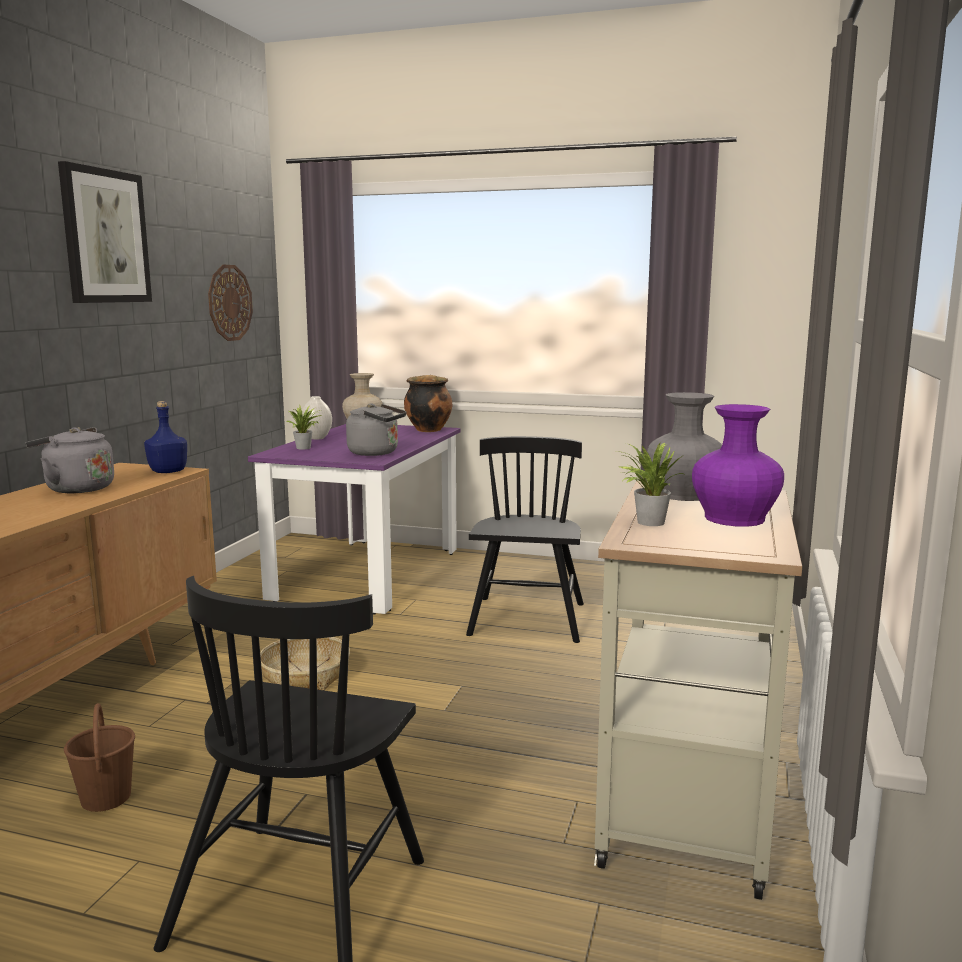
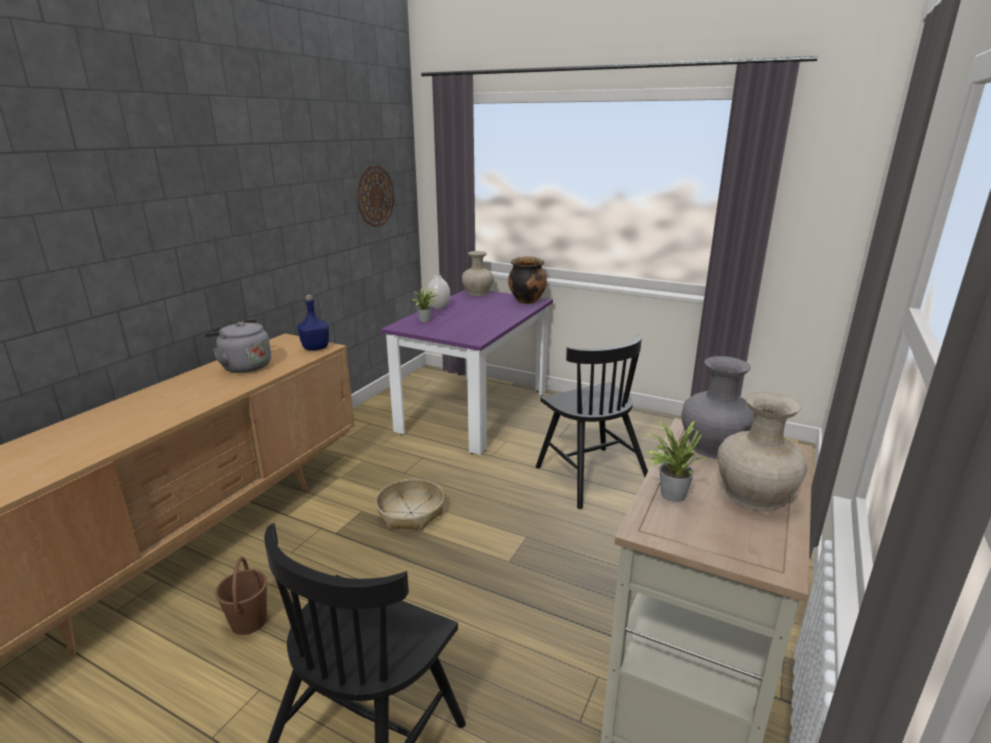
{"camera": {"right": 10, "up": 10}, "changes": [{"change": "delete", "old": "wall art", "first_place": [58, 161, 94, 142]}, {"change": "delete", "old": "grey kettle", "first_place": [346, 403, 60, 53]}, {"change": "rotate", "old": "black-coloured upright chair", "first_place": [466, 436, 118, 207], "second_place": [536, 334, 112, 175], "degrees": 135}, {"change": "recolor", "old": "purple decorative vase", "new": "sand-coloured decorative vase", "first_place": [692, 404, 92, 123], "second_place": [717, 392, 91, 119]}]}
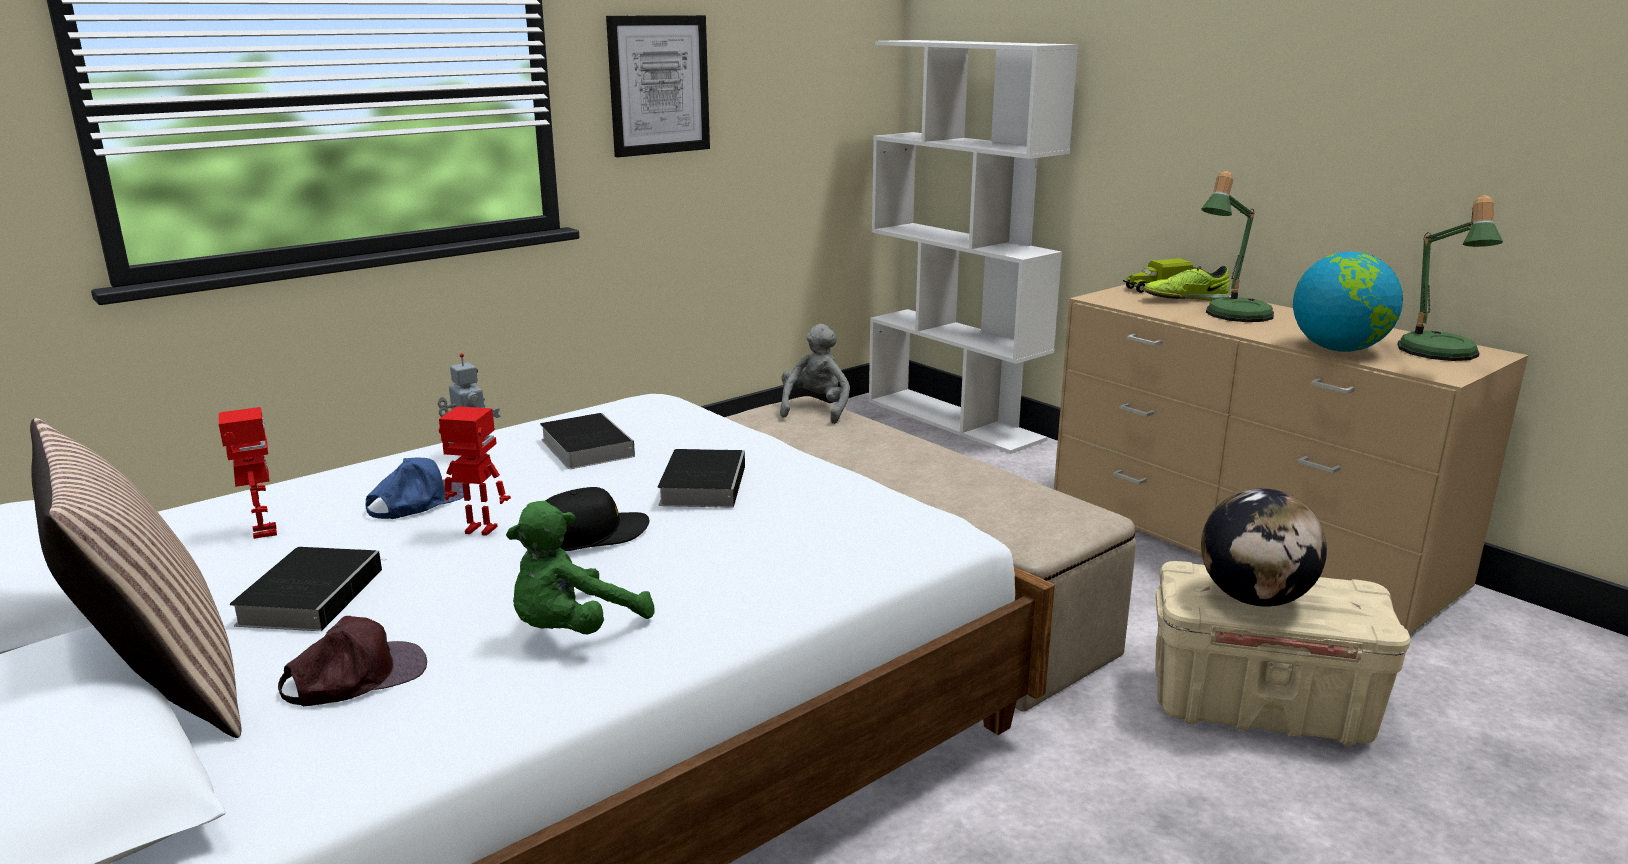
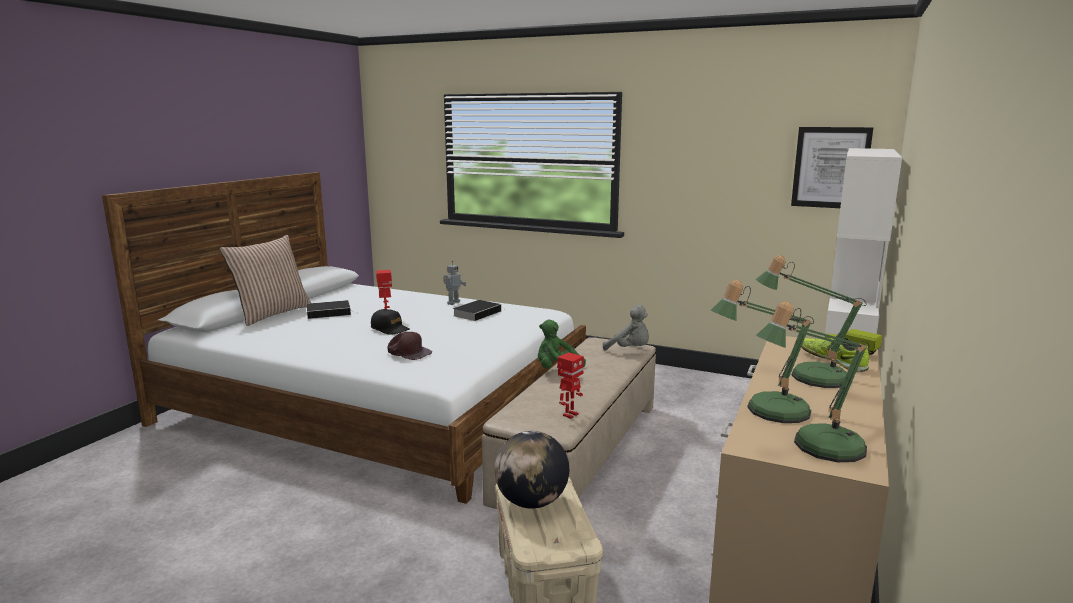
{"camera": {"right": 65, "up": -5}, "changes": [{"change": "move", "old": "toy robot", "first_place": [219, 407, 58, 132], "second_place": [557, 352, 27, 67]}, {"change": "move", "old": "brown cap", "first_place": [278, 616, 149, 90], "second_place": [387, 331, 45, 29]}, {"change": "delete", "old": "blue-coloured cap", "first_place": [365, 457, 99, 62]}, {"change": "move", "old": "greenish cuddly toy", "first_place": [506, 501, 148, 133], "second_place": [538, 320, 48, 57]}, {"change": "move", "old": "wall art", "first_place": [606, 15, 104, 142], "second_place": [791, 127, 82, 81]}, {"change": "delete", "old": "book", "first_place": [657, 449, 88, 59]}, {"change": "rotate", "old": "grey cuddly toy", "first_place": [780, 324, 70, 100], "second_place": [603, 305, 46, 46], "degrees": 45}, {"change": "replace", "old": "globe", "new": "table lamp", "first_place": [1293, 252, 110, 100], "second_place": [711, 280, 103, 143]}]}
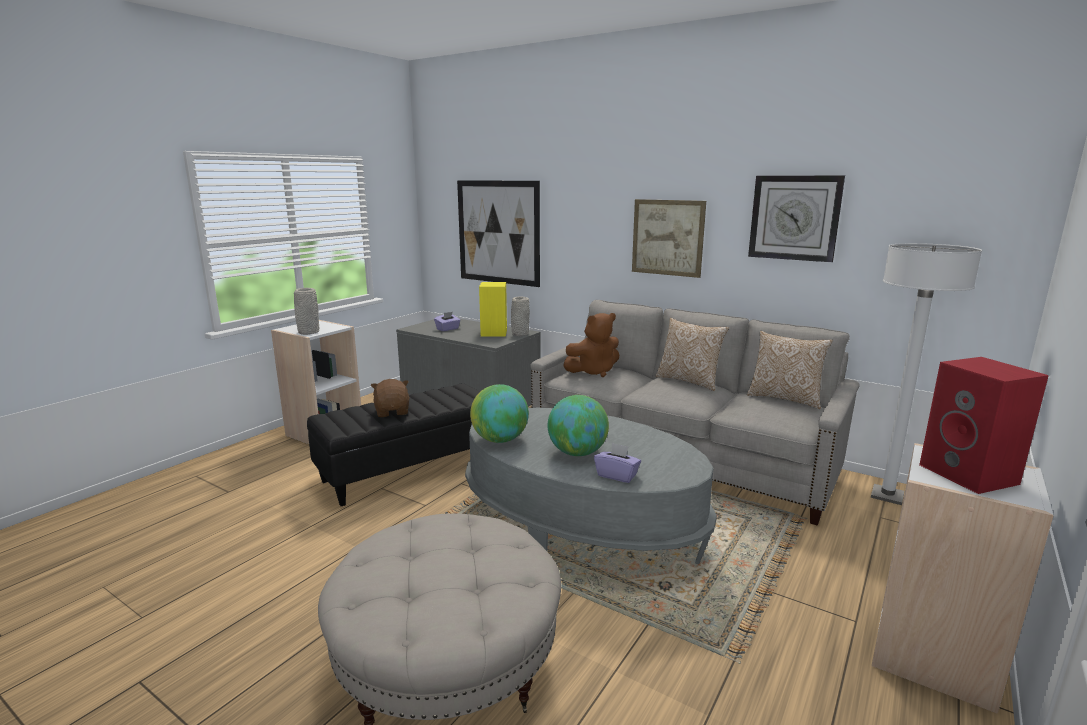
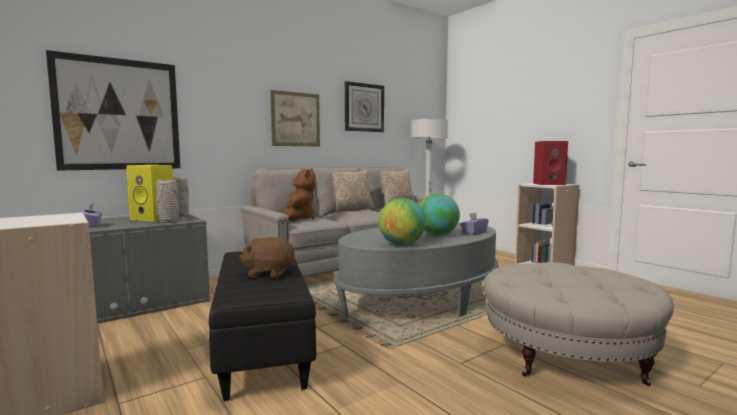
{"camera": {"right": -70, "up": -10}, "changes": [{"change": "move", "old": "grey decorative vase", "first_place": [294, 288, 25, 47], "second_place": [156, 180, 23, 43]}]}
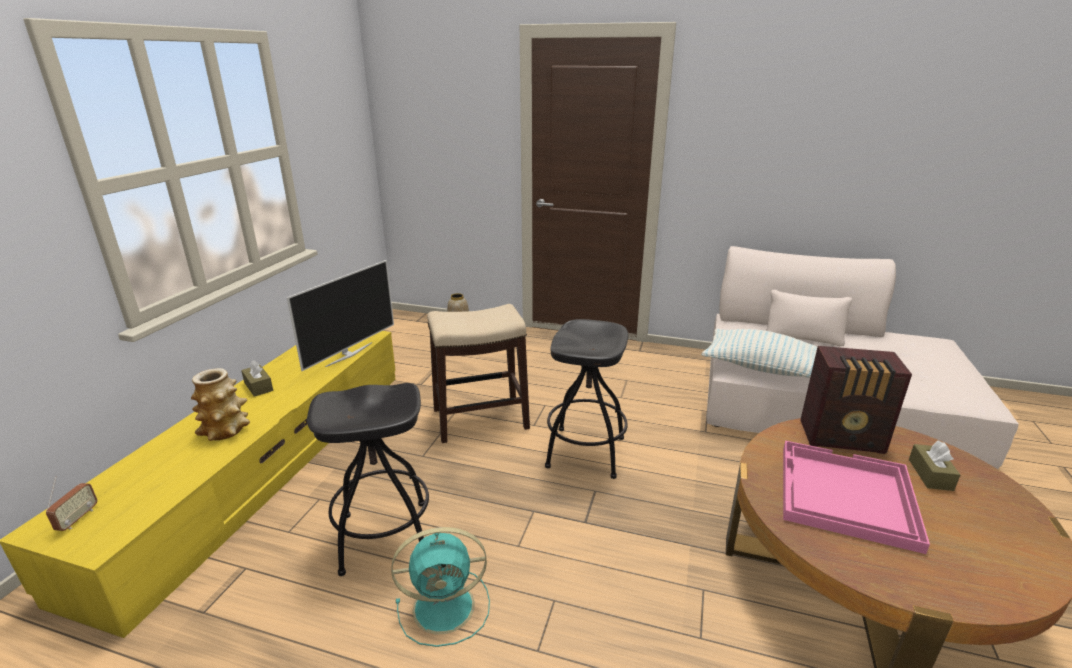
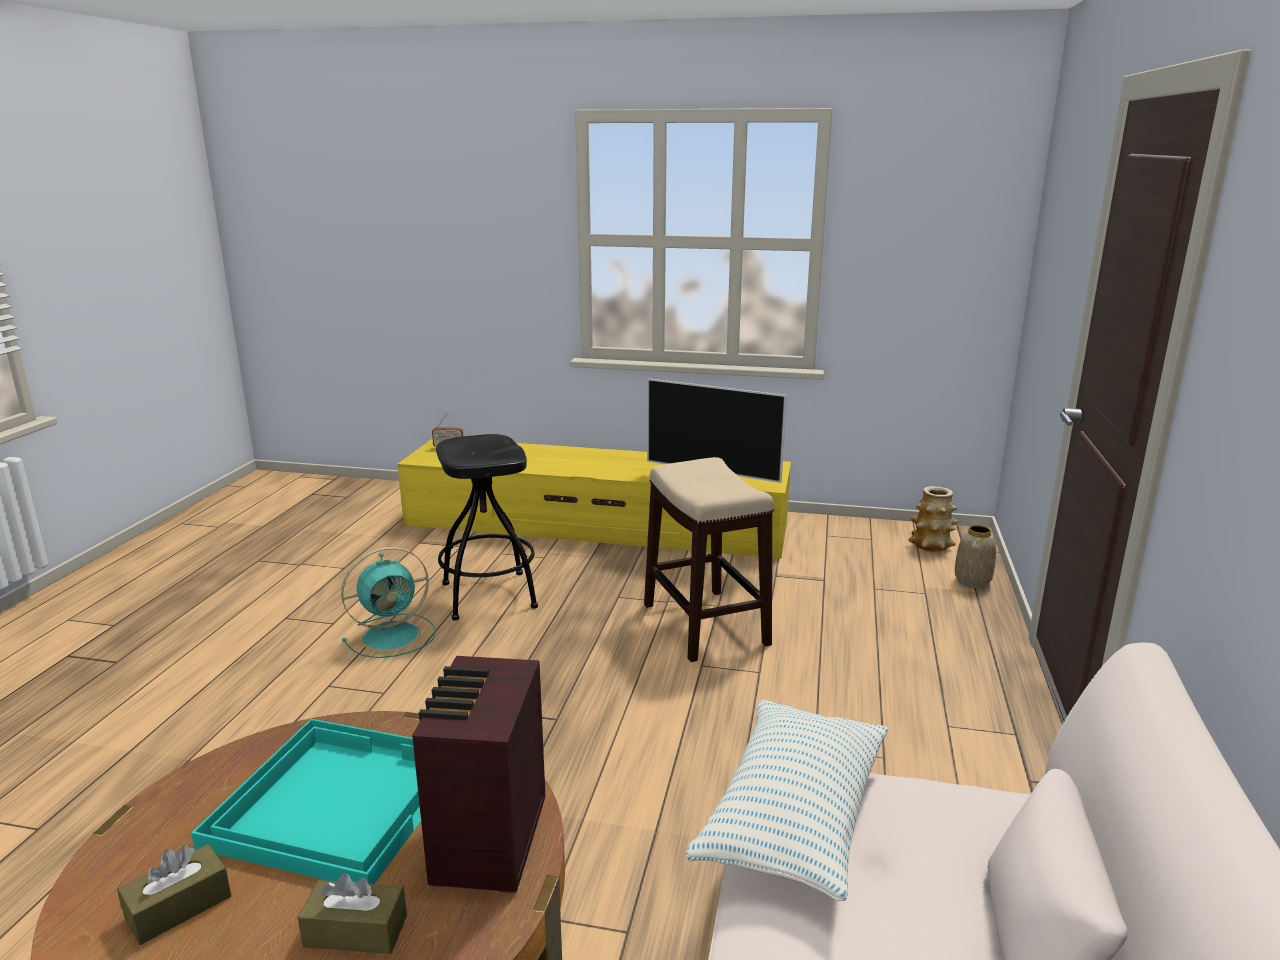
{"camera": {"right": 85, "up": -5}, "changes": [{"change": "move", "old": "decorative vase", "first_place": [191, 368, 59, 73], "second_place": [909, 486, 49, 66]}, {"change": "move", "old": "brown tissue holder", "first_place": [241, 360, 32, 37], "second_place": [117, 844, 115, 101]}, {"change": "rotate", "old": "blue-green cooling fan", "first_place": [391, 527, 99, 120], "second_place": [341, 547, 95, 111], "degrees": -105}, {"change": "delete", "old": "black-coloured stool", "first_place": [545, 319, 83, 160]}, {"change": "recolor", "old": "pinkish carrying tray", "new": "blue-green carrying tray", "first_place": [783, 441, 147, 113], "second_place": [191, 719, 230, 165]}]}
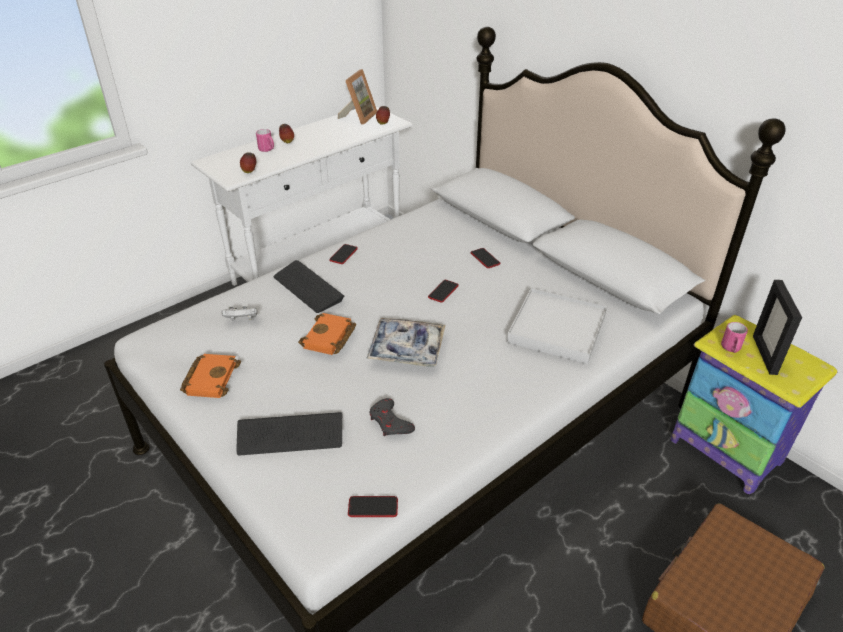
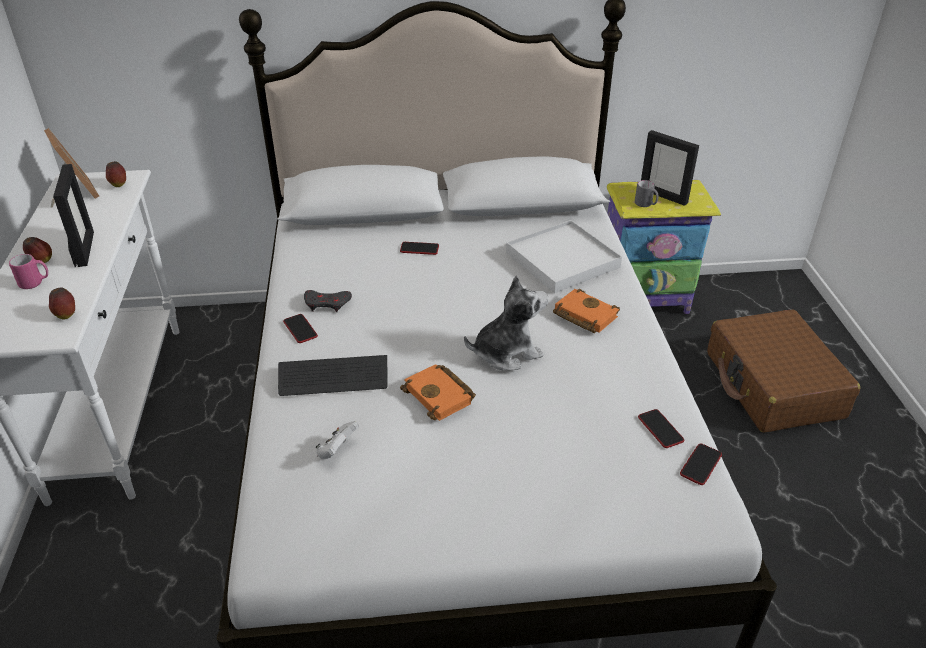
{"camera": {"right": -55, "up": 0}, "changes": [{"change": "move", "old": "orange-coloured book", "first_place": [180, 354, 61, 44], "second_place": [553, 289, 67, 44]}, {"change": "delete", "old": "PC keyboard", "first_place": [237, 412, 105, 44]}, {"change": "replace", "old": "carrying tray", "new": "cuddly toy", "first_place": [366, 318, 79, 49], "second_place": [464, 275, 85, 95]}, {"change": "move", "old": "grey joypad", "first_place": [369, 398, 46, 38], "second_place": [304, 290, 48, 22]}, {"change": "move", "old": "handset", "first_place": [428, 280, 31, 23], "second_place": [638, 409, 46, 39]}, {"change": "recolor", "old": "pinkish coffee mug", "new": "grey coffee mug", "first_place": [721, 322, 27, 31], "second_place": [635, 180, 24, 27]}, {"change": "insert", "new": "picture frame", "second_place": [53, 164, 41, 103]}]}
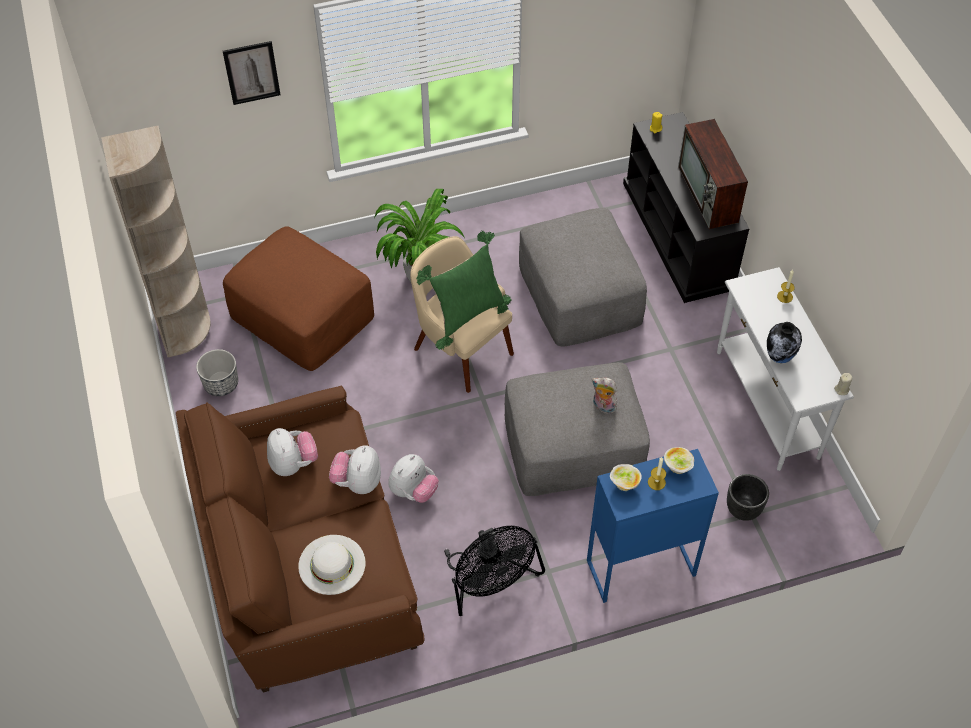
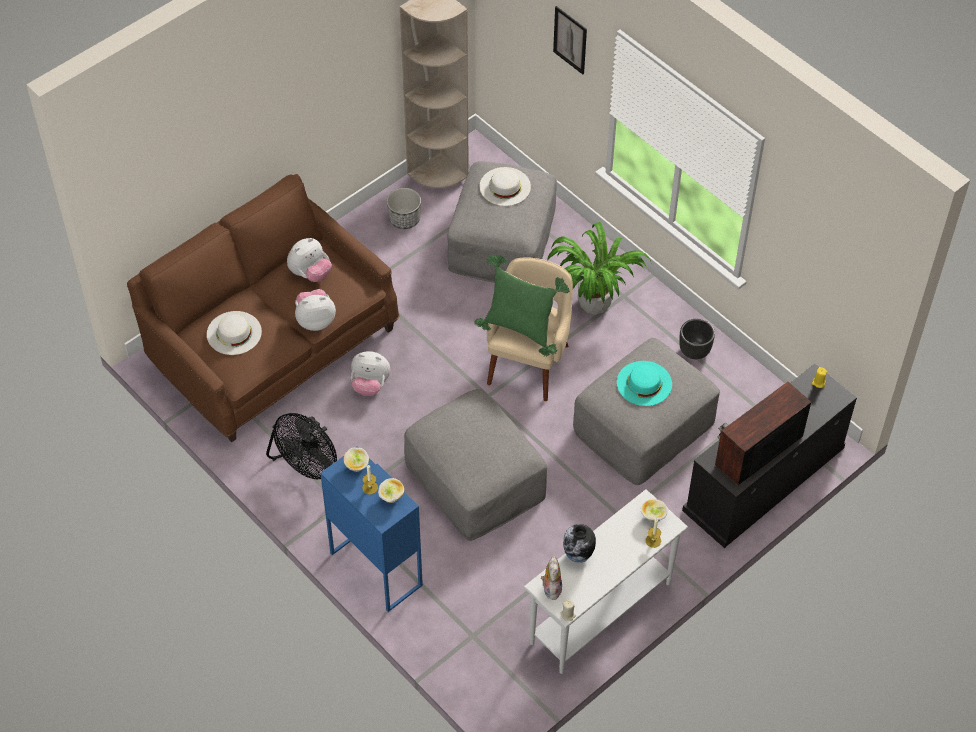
{"camera": {"right": 65, "up": 0}, "changes": [{"change": "recolor", "old": "brown pouffe", "new": "grey pouffe", "first_place": [223, 226, 151, 145], "second_place": [448, 161, 109, 122]}, {"change": "move", "old": "cuddly toy", "first_place": [592, 377, 25, 37], "second_place": [541, 556, 21, 44]}, {"change": "move", "old": "black-coloured plant pot", "first_place": [727, 474, 42, 47], "second_place": [679, 319, 36, 40]}, {"change": "insert", "new": "white-coloured clothing hat", "second_place": [480, 167, 51, 39]}, {"change": "insert", "new": "blue-green clothing hat", "second_place": [617, 361, 55, 45]}, {"change": "insert", "new": "deep dish", "second_place": [641, 499, 27, 23]}]}
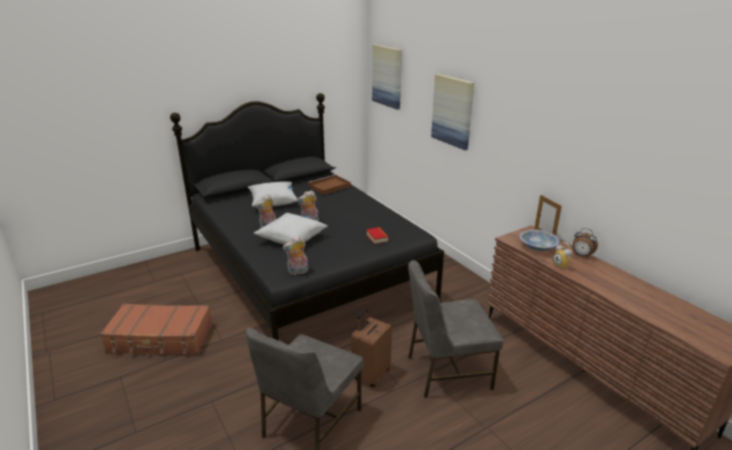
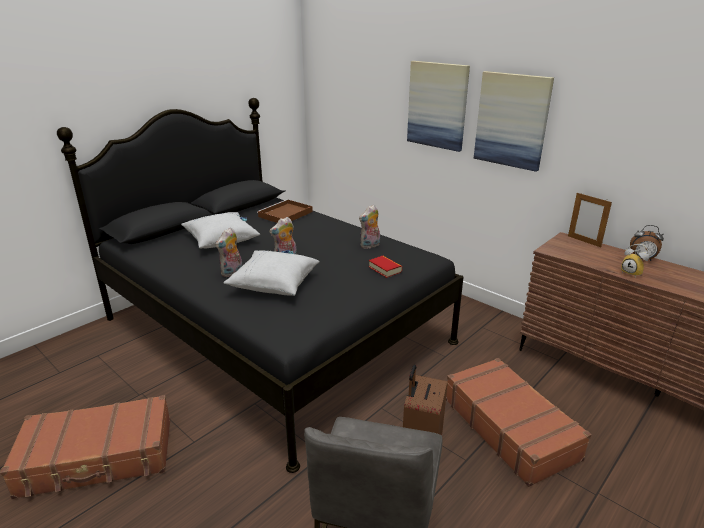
{"camera": {"right": -15, "up": 0}, "changes": [{"change": "move", "old": "cuddly toy", "first_place": [283, 236, 25, 39], "second_place": [359, 205, 21, 44]}, {"change": "move", "old": "wall art", "first_place": [372, 44, 30, 66], "second_place": [474, 71, 80, 101]}, {"change": "replace", "old": "grey upright chair", "new": "brown travel case", "first_place": [408, 260, 95, 138], "second_place": [446, 358, 145, 129]}, {"change": "delete", "old": "deep dish", "first_place": [520, 230, 40, 21]}]}
